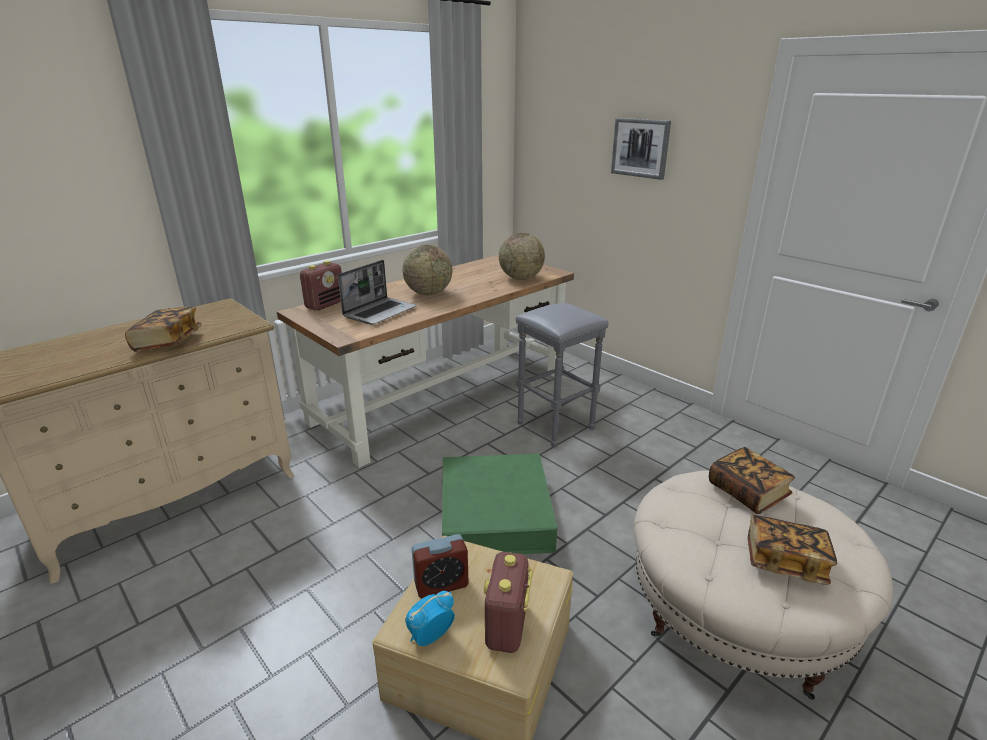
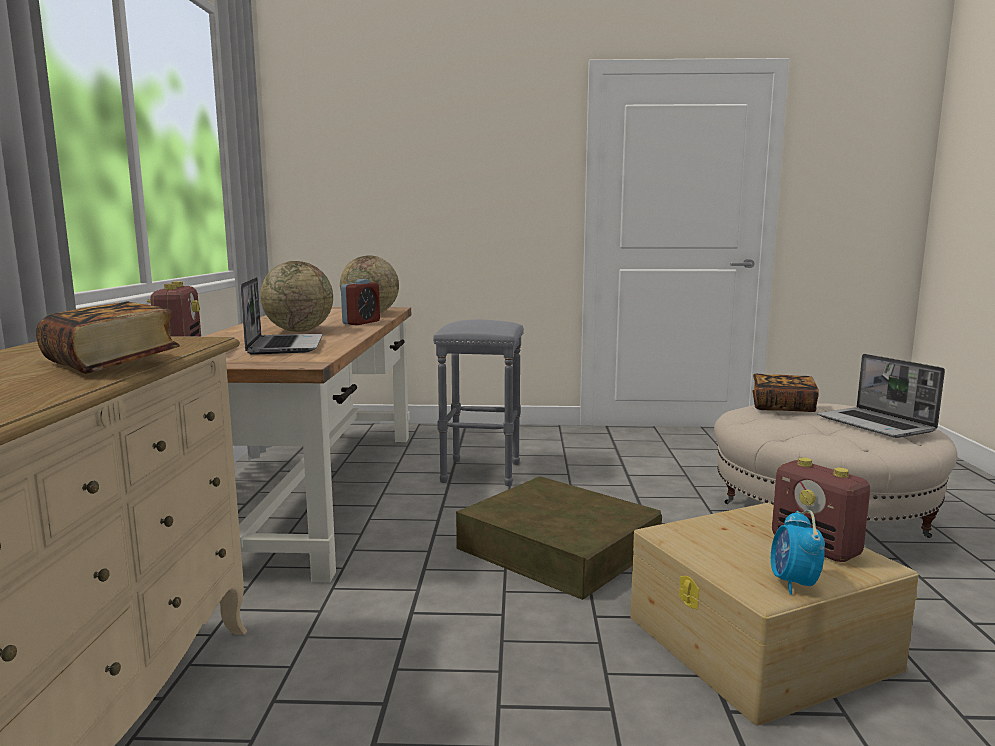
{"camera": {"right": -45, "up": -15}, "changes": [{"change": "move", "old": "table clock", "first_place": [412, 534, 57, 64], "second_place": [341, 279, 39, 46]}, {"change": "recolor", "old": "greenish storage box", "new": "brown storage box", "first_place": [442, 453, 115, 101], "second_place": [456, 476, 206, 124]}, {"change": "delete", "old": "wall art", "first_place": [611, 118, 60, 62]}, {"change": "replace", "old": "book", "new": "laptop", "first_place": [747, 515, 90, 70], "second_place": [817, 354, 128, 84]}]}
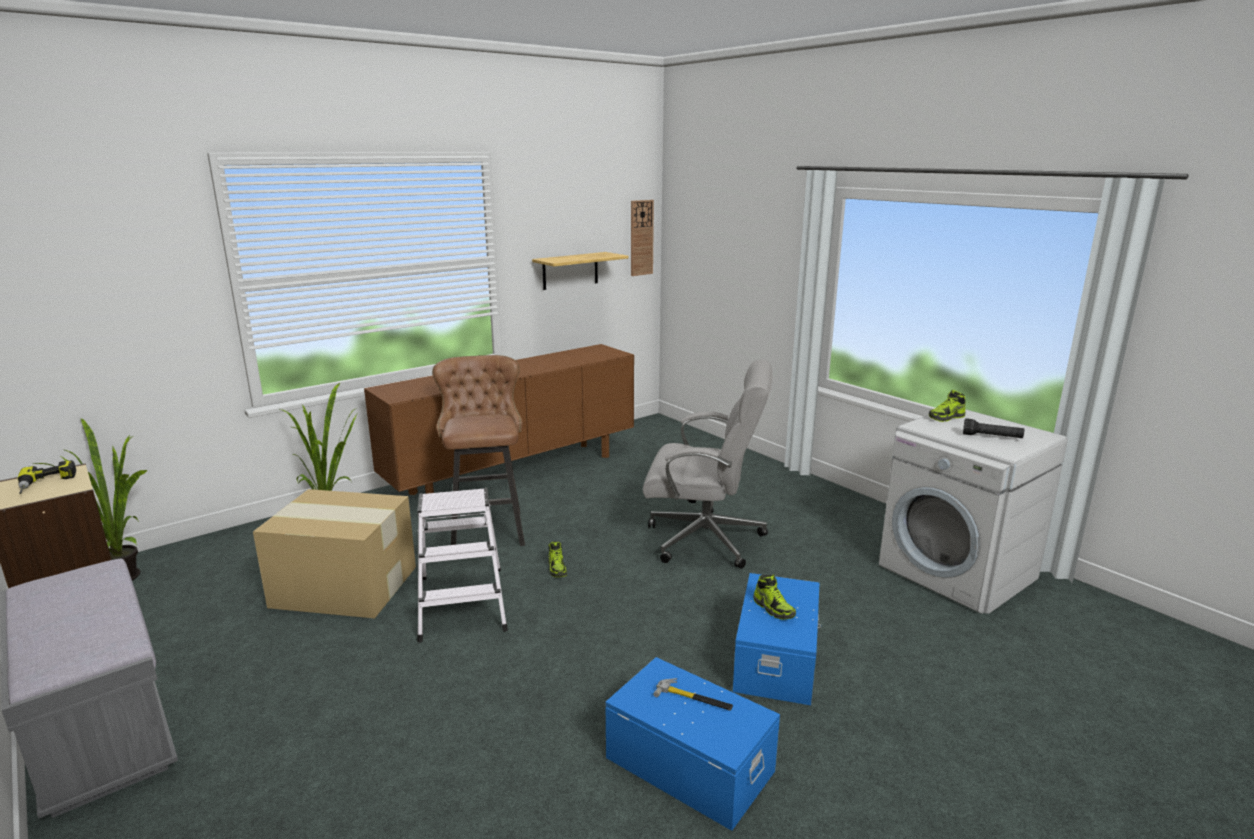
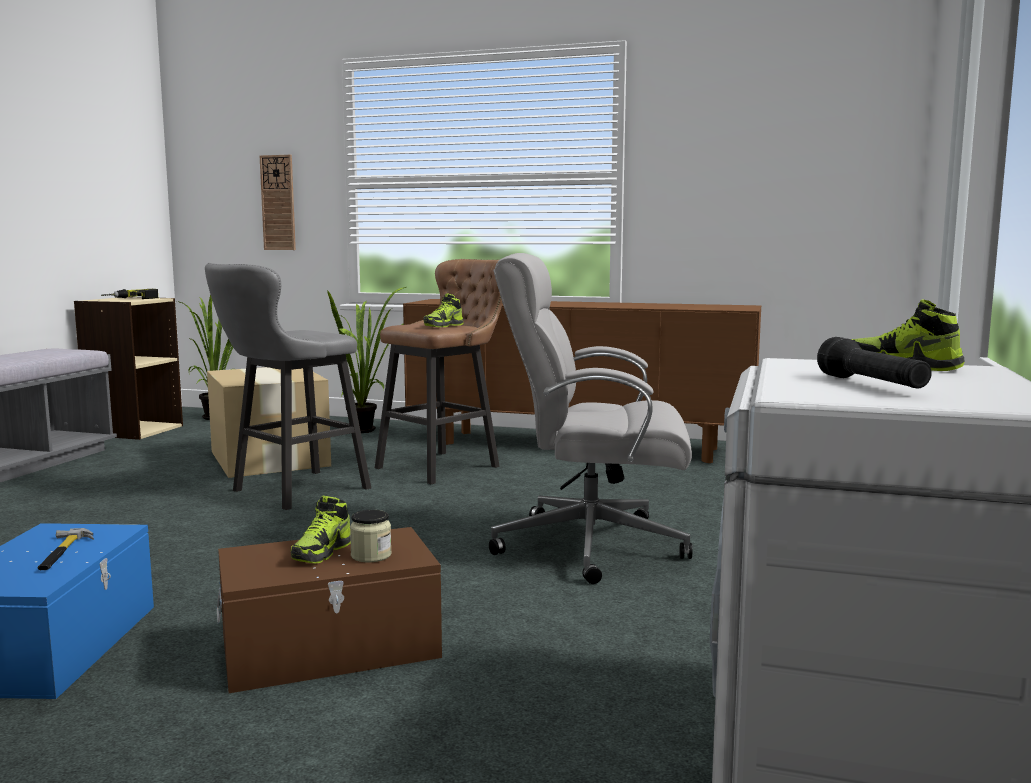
{"camera": {"right": 55, "up": -10}, "changes": [{"change": "replace", "old": "white-coloured step ladder", "new": "grey stool", "first_place": [417, 488, 91, 154], "second_place": [205, 263, 166, 247]}, {"change": "delete", "old": "shelf", "first_place": [532, 252, 97, 38]}, {"change": "move", "old": "low shoe", "first_place": [548, 541, 19, 36], "second_place": [423, 293, 40, 34]}, {"change": "move", "old": "hanging clock", "first_place": [631, 200, 23, 76], "second_place": [260, 155, 36, 95]}, {"change": "rotate", "old": "grey office chair", "first_place": [643, 360, 130, 209], "second_place": [489, 253, 203, 331], "degrees": 120}, {"change": "recolor", "old": "blue-coloured storage box", "new": "brown storage box", "first_place": [733, 573, 88, 132], "second_place": [217, 527, 225, 166]}, {"change": "insert", "new": "preserve jar", "second_place": [350, 510, 42, 52]}]}
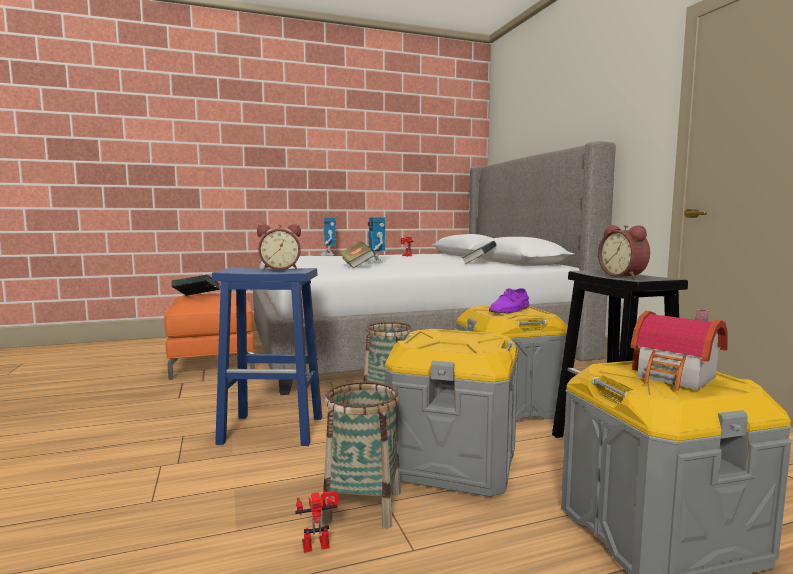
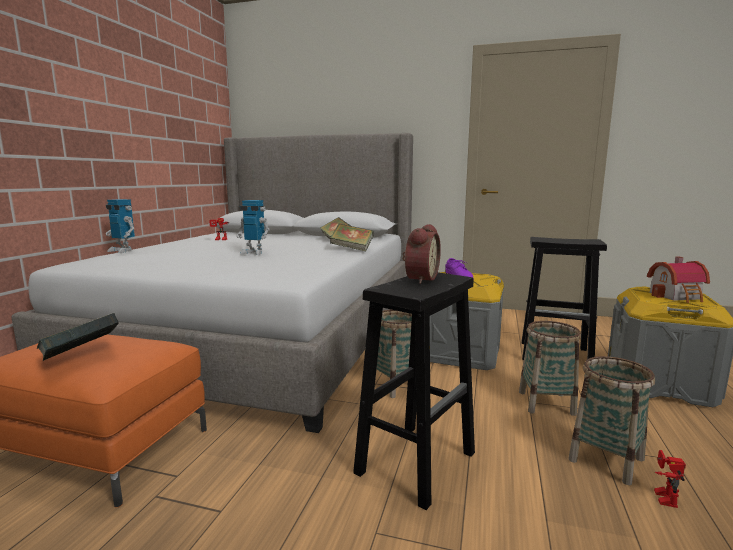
{"camera": {"right": -55, "up": 5}, "changes": [{"change": "recolor", "old": "blue-coloured stool", "new": "black-coloured stool", "first_place": [212, 268, 110, 178], "second_place": [353, 272, 122, 238]}, {"change": "move", "old": "book", "first_place": [339, 242, 36, 26], "second_place": [330, 224, 44, 28]}, {"change": "replace", "old": "grey storage box", "new": "storage basket", "first_place": [384, 329, 134, 168], "second_place": [519, 321, 62, 95]}, {"change": "delete", "old": "table clock", "first_place": [598, 225, 52, 53]}]}
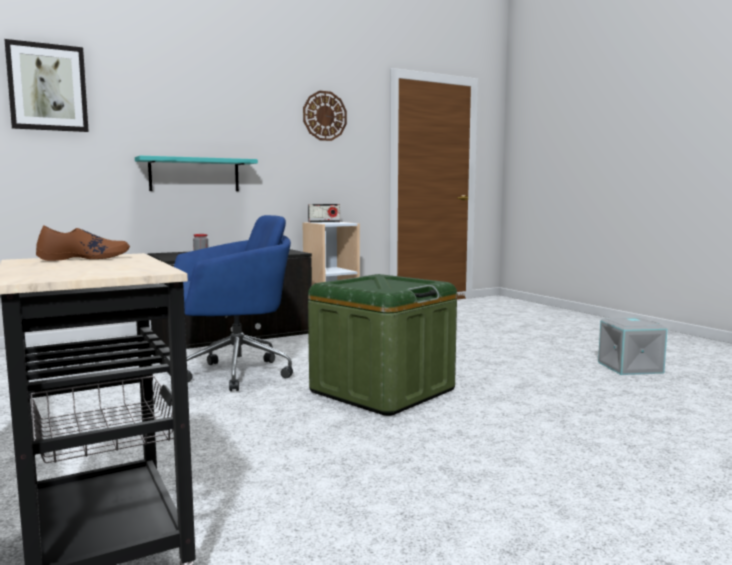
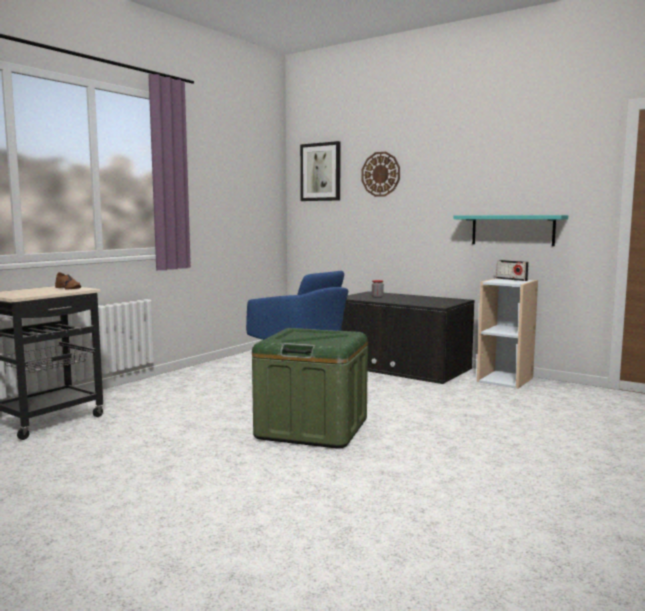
{"camera": {"right": 65, "up": 0}, "changes": [{"change": "move", "old": "blue-green shelf", "first_place": [135, 156, 123, 35], "second_place": [454, 215, 114, 31]}, {"change": "move", "old": "hanging clock", "first_place": [303, 91, 44, 50], "second_place": [362, 152, 38, 45]}, {"change": "delete", "old": "grey storage box", "first_place": [598, 317, 70, 58]}]}
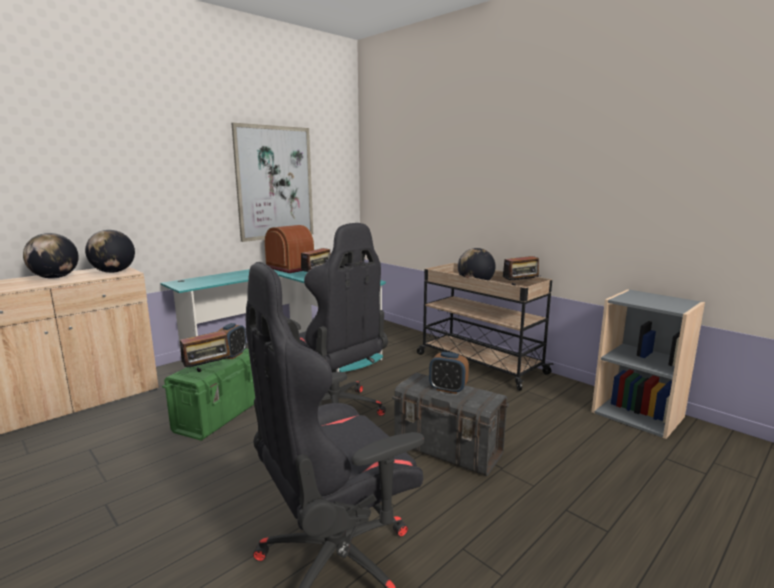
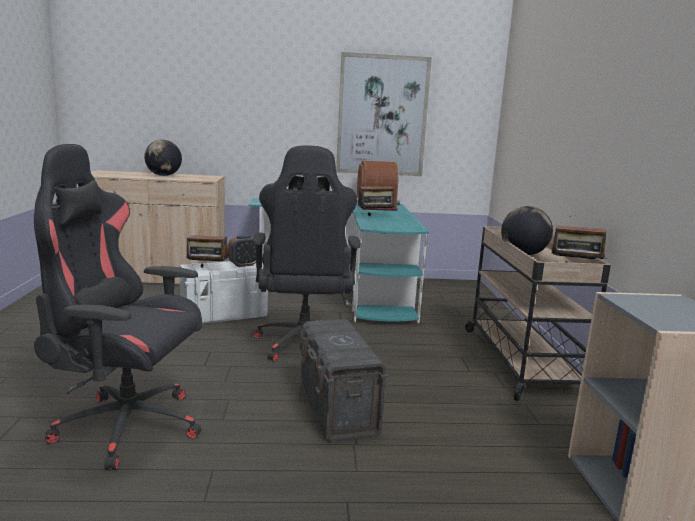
{"camera": {"right": 40, "up": 0}, "changes": [{"change": "delete", "old": "globe", "first_place": [85, 230, 50, 43]}, {"change": "recolor", "old": "greenish storage box", "new": "white-coloured storage box", "first_place": [162, 348, 93, 93], "second_place": [179, 261, 89, 63]}, {"change": "delete", "old": "table clock", "first_place": [429, 352, 40, 42]}]}
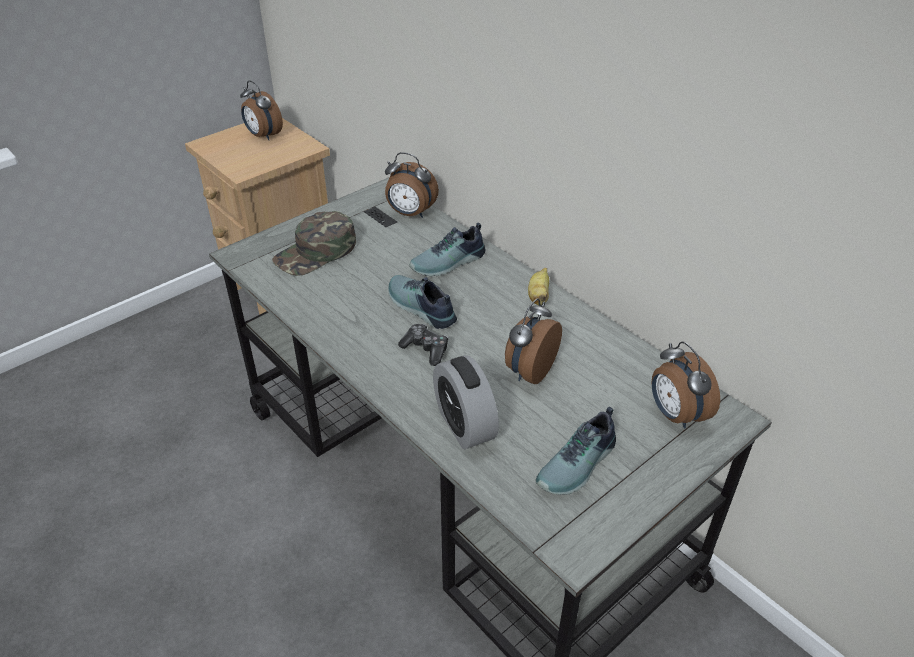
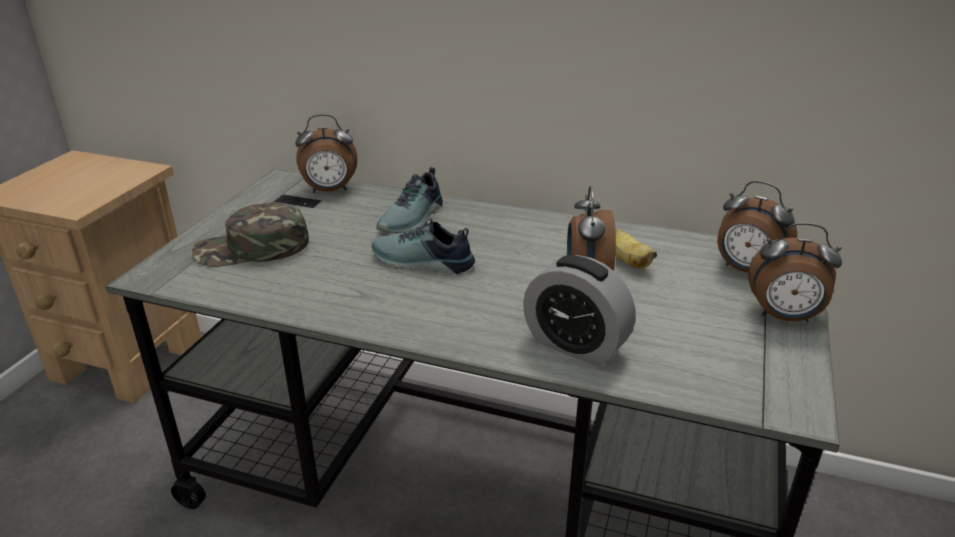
{"camera": {"right": -30, "up": -10}, "changes": [{"change": "move", "old": "table clock", "first_place": [240, 80, 43, 60], "second_place": [748, 223, 94, 99]}, {"change": "rotate", "old": "greenish cap", "first_place": [272, 211, 84, 65], "second_place": [192, 202, 117, 65], "degrees": 60}, {"change": "delete", "old": "joypad", "first_place": [398, 324, 50, 42]}, {"change": "move", "old": "banana fruit", "first_place": [528, 268, 21, 37], "second_place": [616, 229, 41, 39]}, {"change": "delete", "old": "low shoe", "first_place": [535, 407, 81, 88]}]}
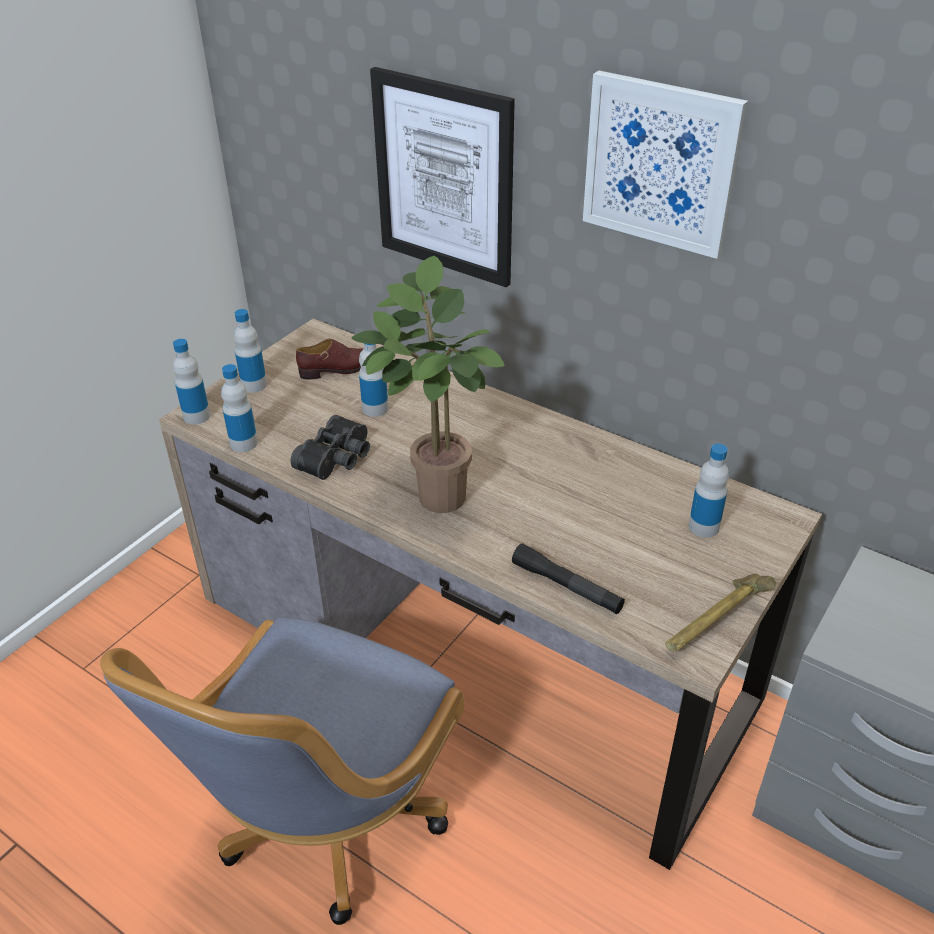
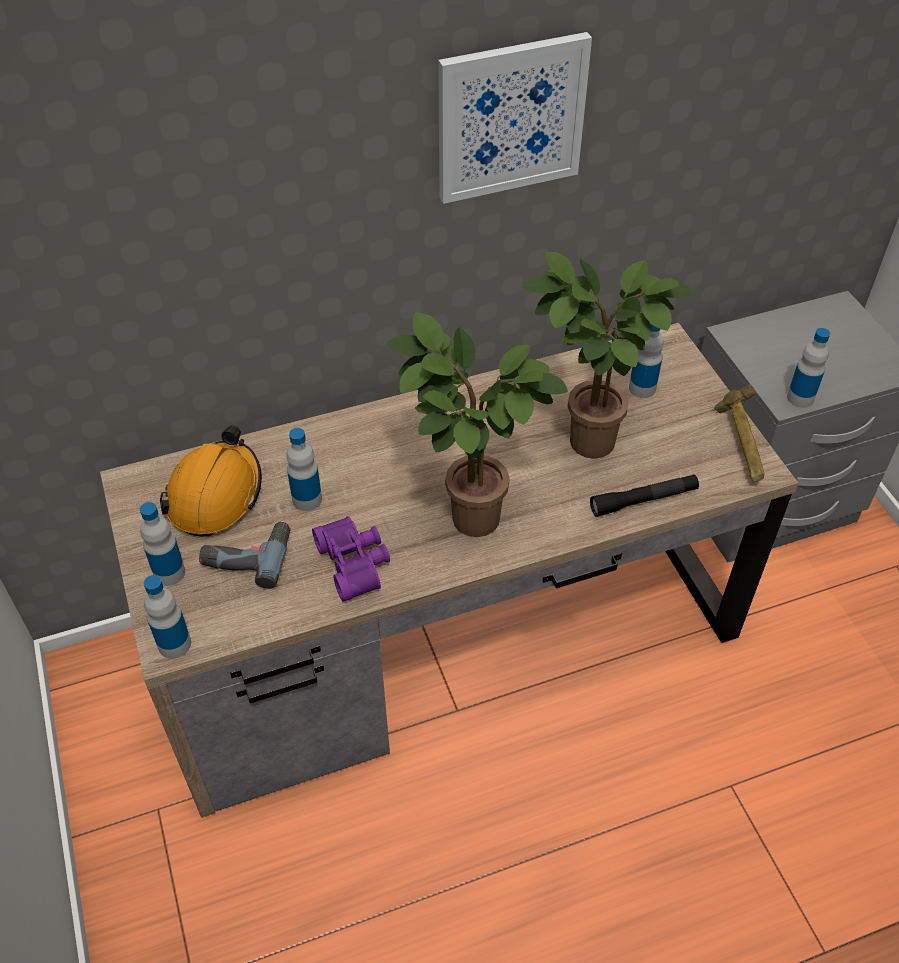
{"camera": {"right": -55, "up": 10}, "changes": [{"change": "delete", "old": "blue-coloured office chair", "first_place": [100, 617, 364, 308]}, {"change": "move", "old": "bottle", "first_place": [221, 364, 37, 88], "second_place": [787, 328, 43, 80]}, {"change": "recolor", "old": "black-coloured field glasses", "new": "purple field glasses", "first_place": [290, 415, 80, 65], "second_place": [312, 516, 78, 86]}, {"change": "replace", "old": "brown low shoe", "new": "orange-coloured work helmet", "first_place": [296, 339, 67, 41], "second_place": [160, 425, 102, 111]}, {"change": "delete", "old": "wall art", "first_place": [370, 67, 145, 220]}, {"change": "insert", "new": "drill", "second_place": [199, 521, 91, 68]}, {"change": "insert", "new": "potted plant", "second_place": [522, 252, 172, 207]}]}
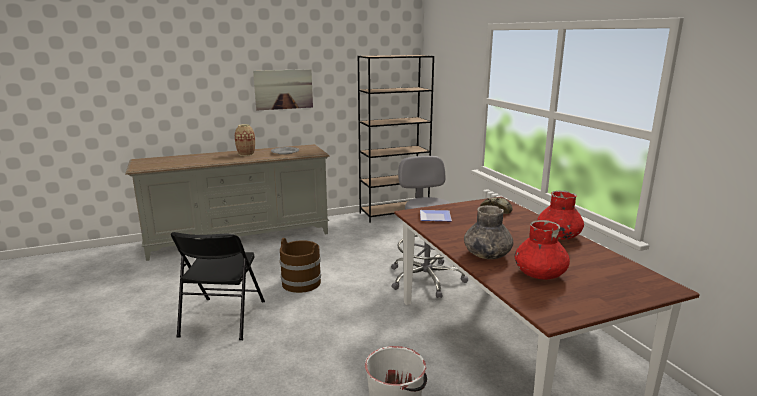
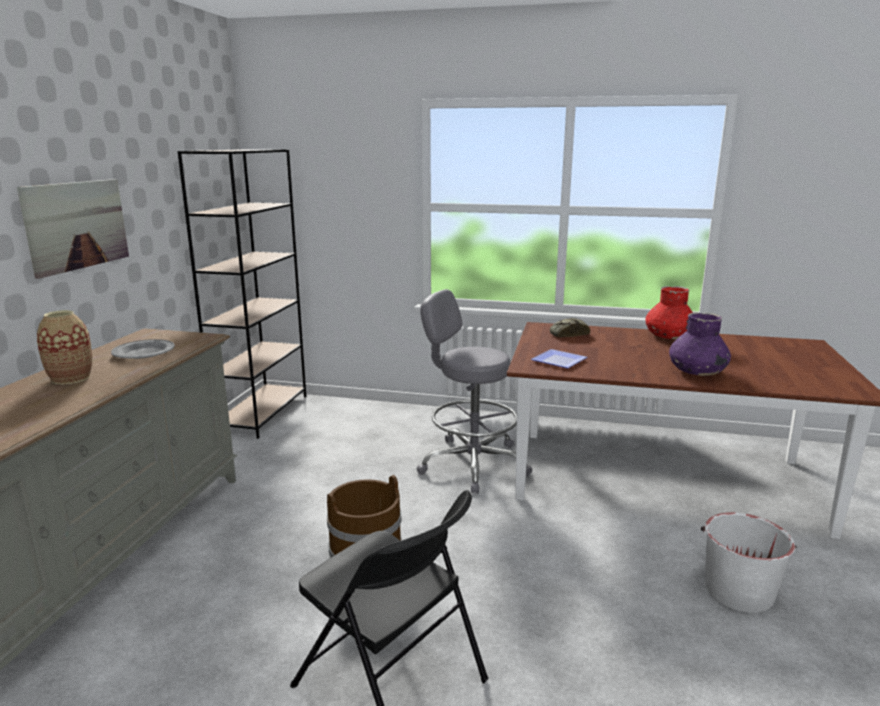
{"camera": {"right": -55, "up": 0}, "changes": [{"change": "recolor", "old": "grey decorative vase", "new": "purple decorative vase", "first_place": [464, 205, 50, 54], "second_place": [669, 312, 62, 64]}, {"change": "delete", "old": "red decorative vase", "first_place": [515, 220, 55, 60]}]}
